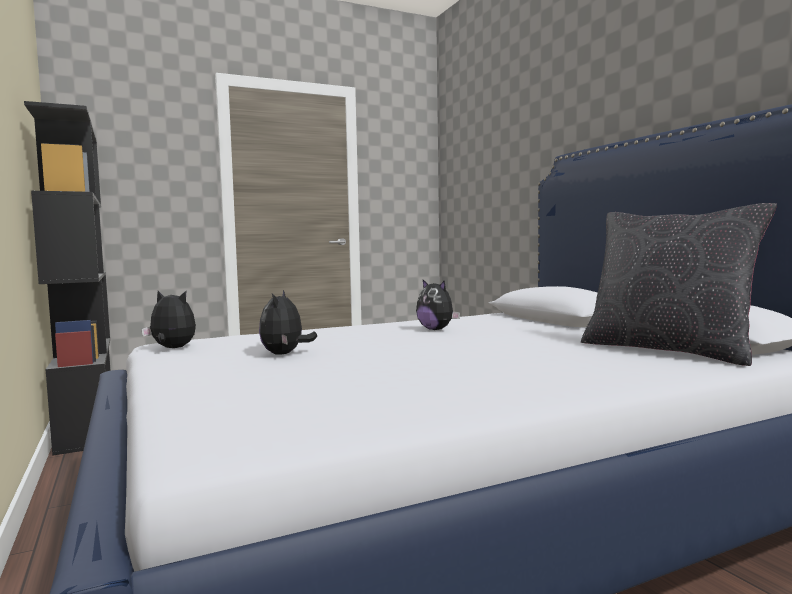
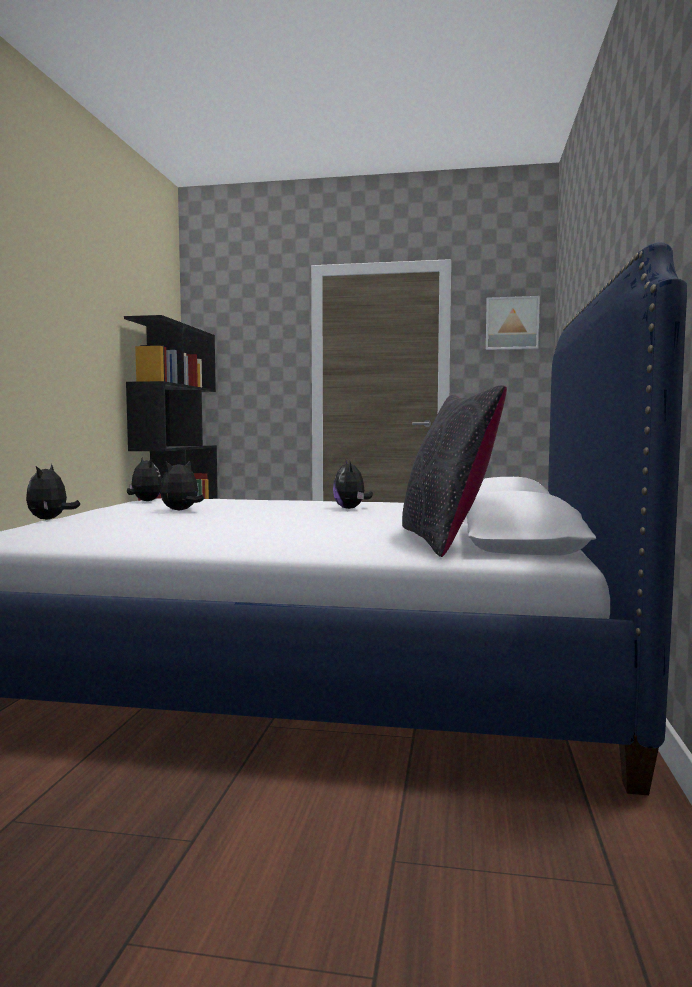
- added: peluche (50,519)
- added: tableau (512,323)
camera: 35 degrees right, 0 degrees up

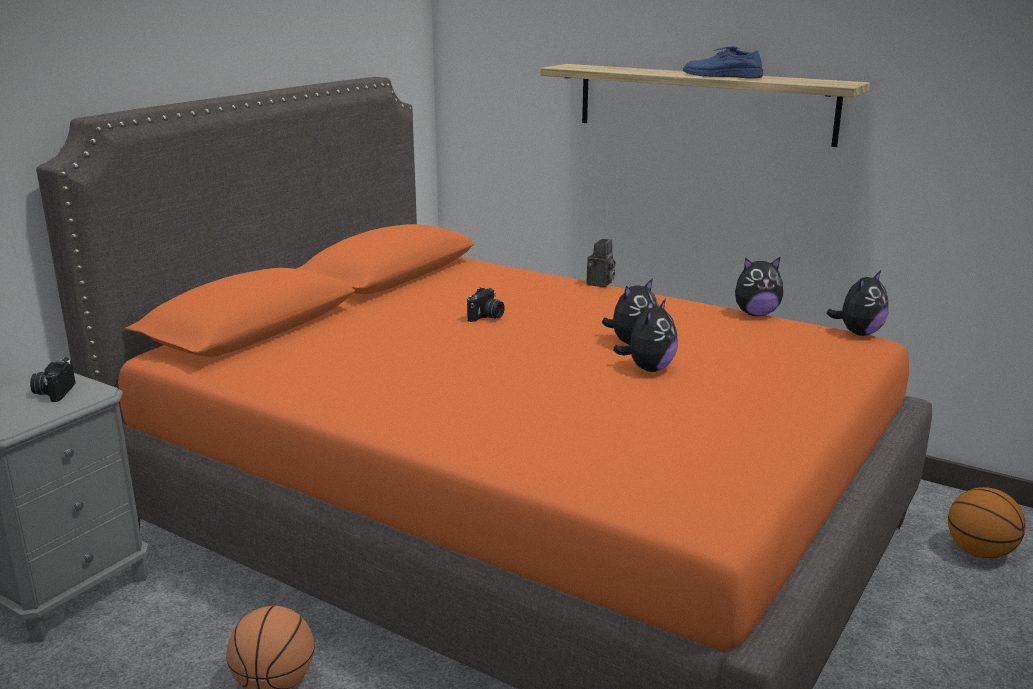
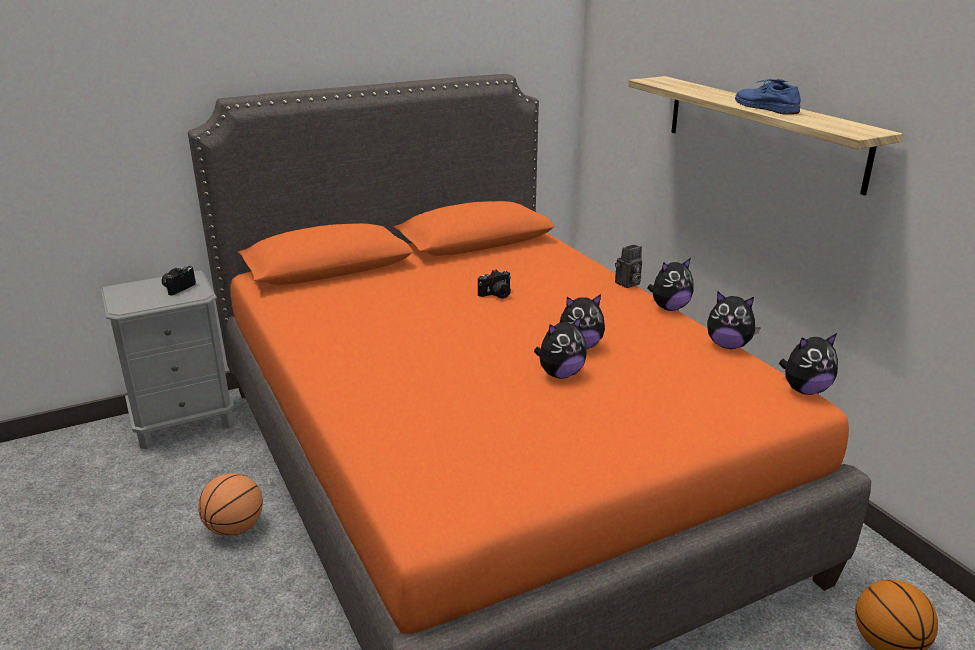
- added: peluche (669,308)
camera: 30 degrees right, 5 degrees up

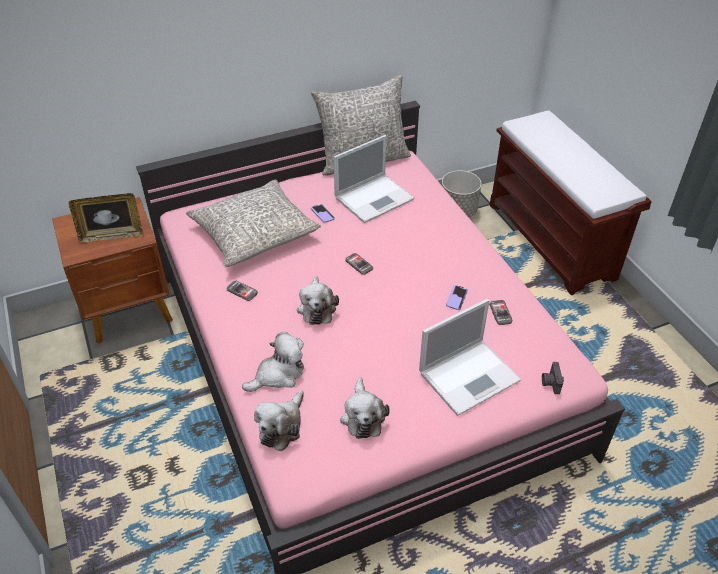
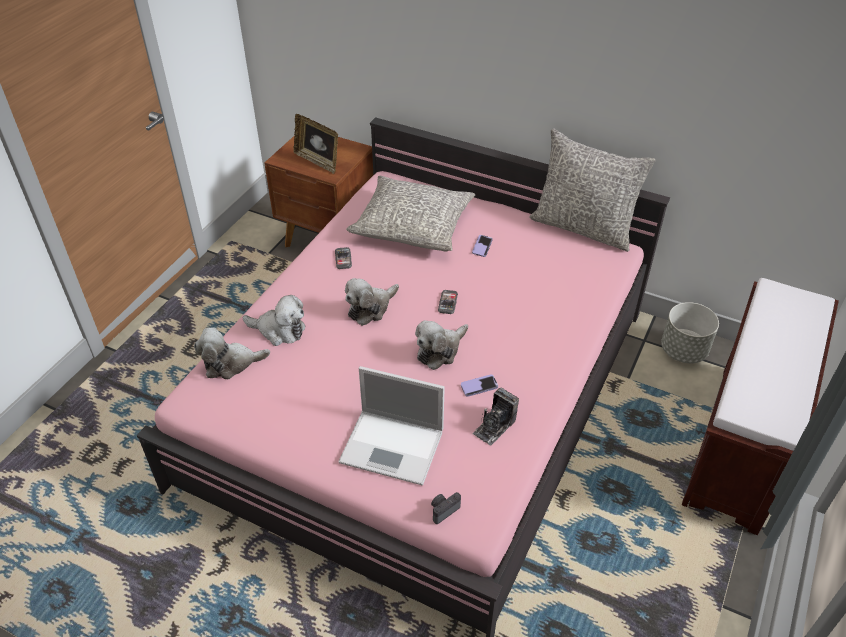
- removed: ordinateur portable (375,198)
- moved: peluche (362,416) to (440,350)
- replaced: téléphone (500,313) to appareil photo (494,427)
camera: 50 degrees right, 0 degrees up

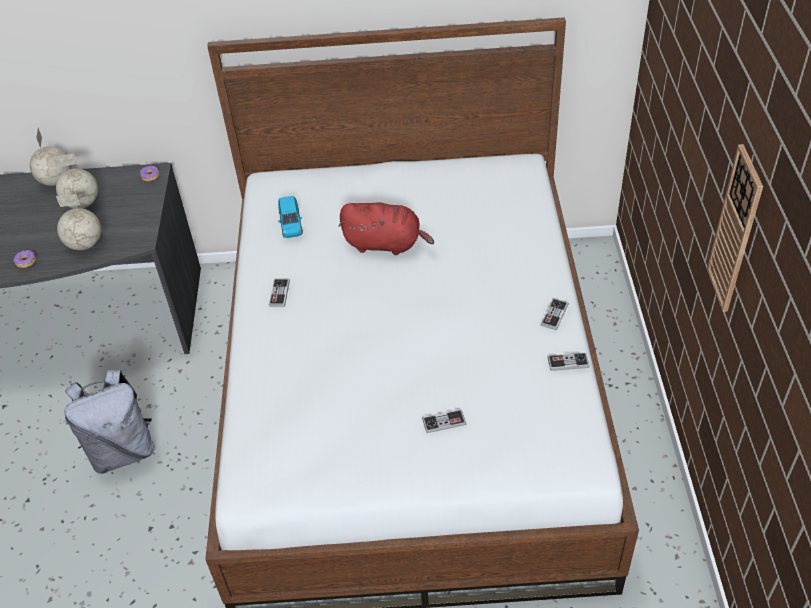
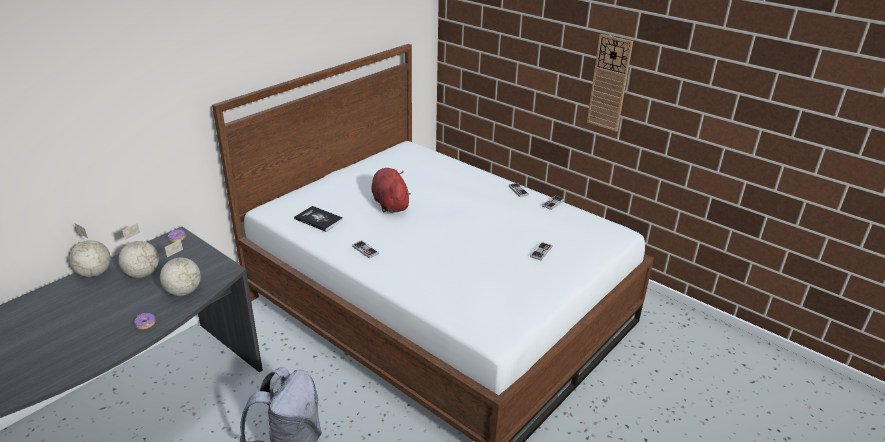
- replaced: petite voiture (bleu) (291,224) to livre (318,219)
- turned: peluche (rouge) (385,244) = (390,203) 75 degrees counterclockwise
camera: 50 degrees left, 15 degrees down

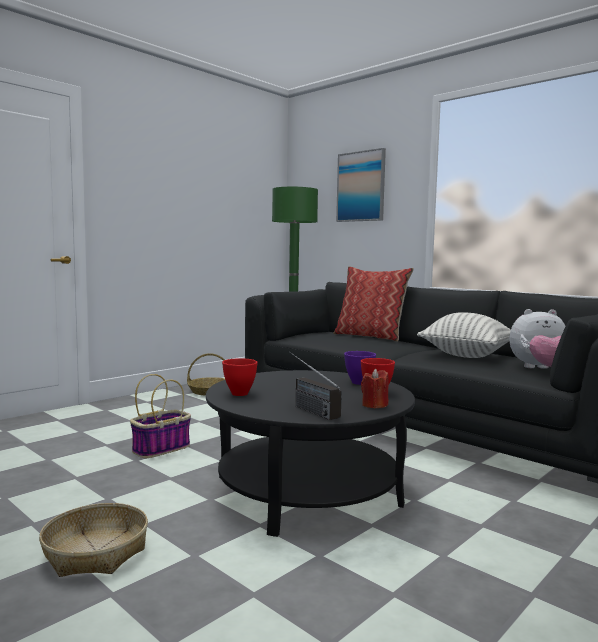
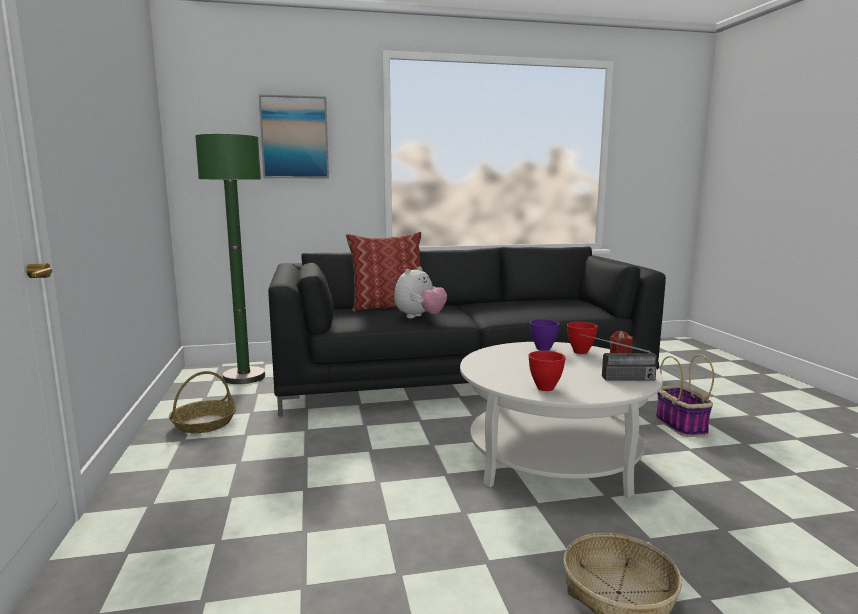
- moved: panier (161,448) to (680,425)
- recoloured: table basse (noir) (308,490) to table basse (blanc) (553,457)
- removed: coussin (467,355)
- moved: peluche (539,369) to (419,317)
camera: 55 degrees left, 5 degrees up

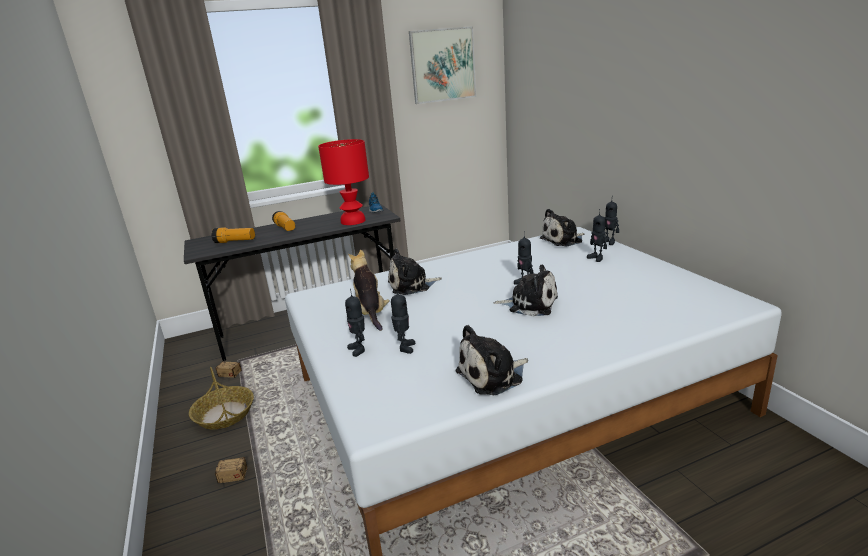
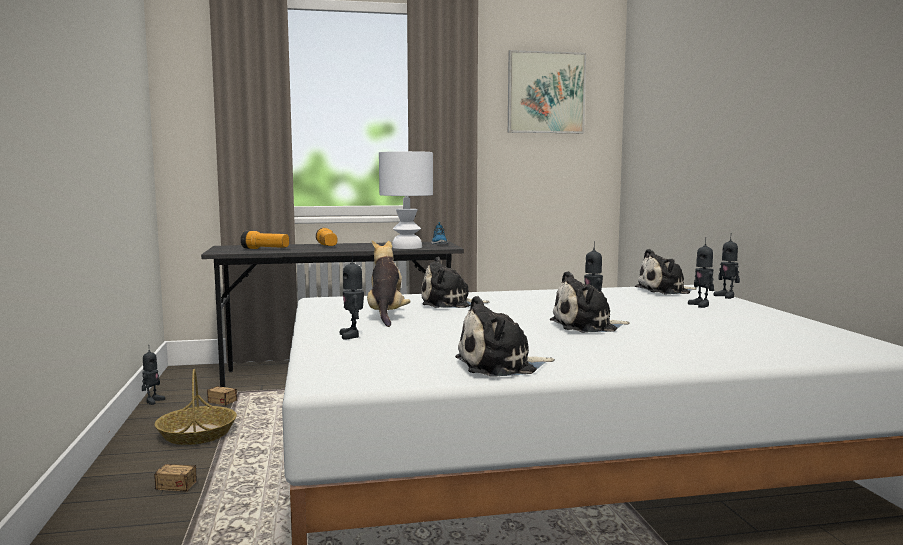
- recoloured: lampe de table (rouge) (352,221) to lampe de table (blanc) (406,247)
- moved: robot jouet (405,348) to (153,401)
- turned: peluche (530,304) = (587,326) 135 degrees clockwise
camera: 10 degrees right, 15 degrees down

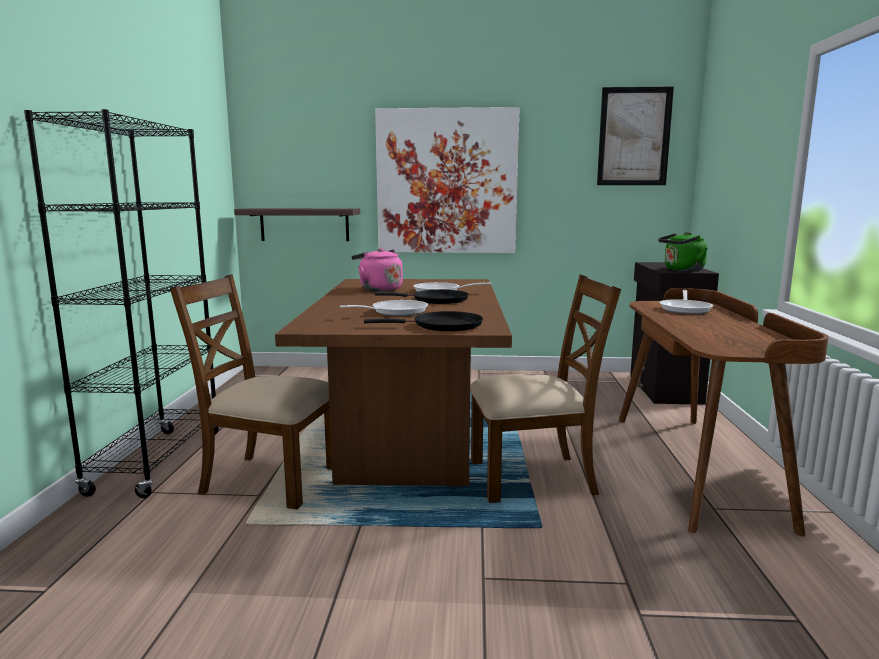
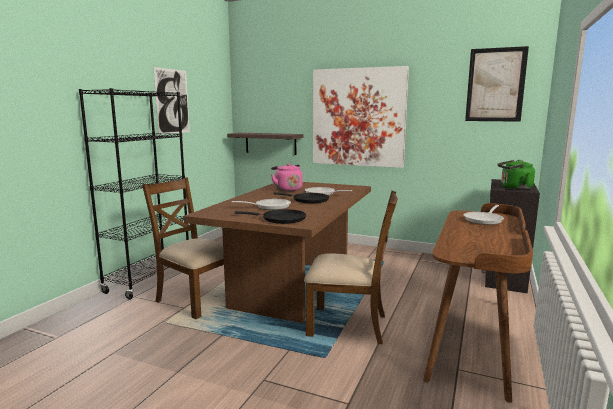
- added: tableau (172,101)
camera: 20 degrees right, 0 degrees up

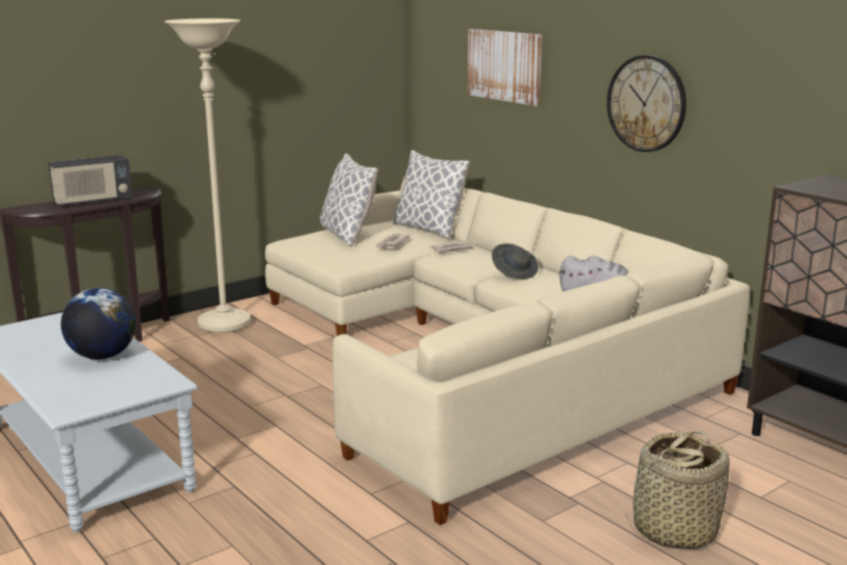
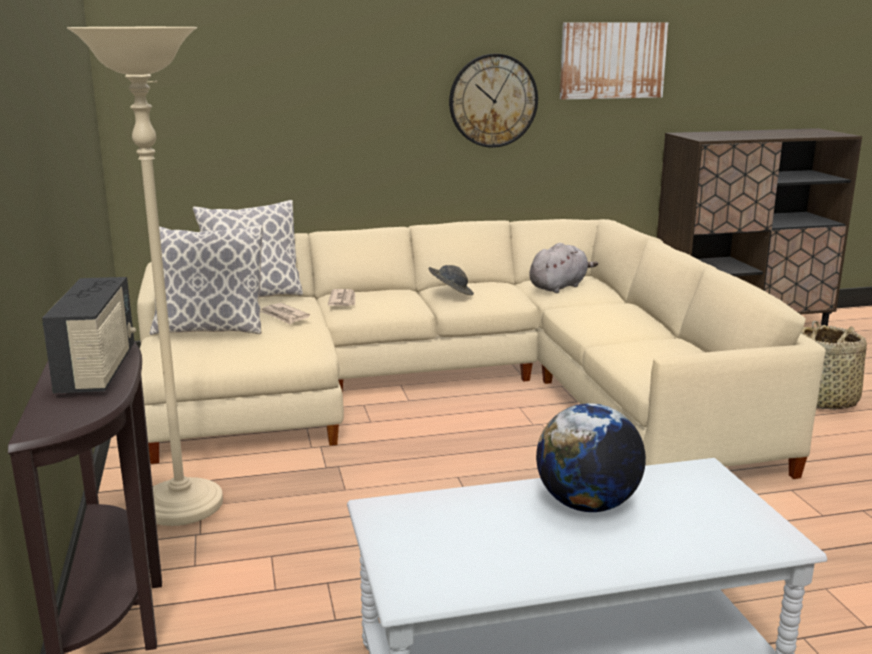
- moved: tableau (505,66) to (612,60)
camera: 65 degrees left, 0 degrees up

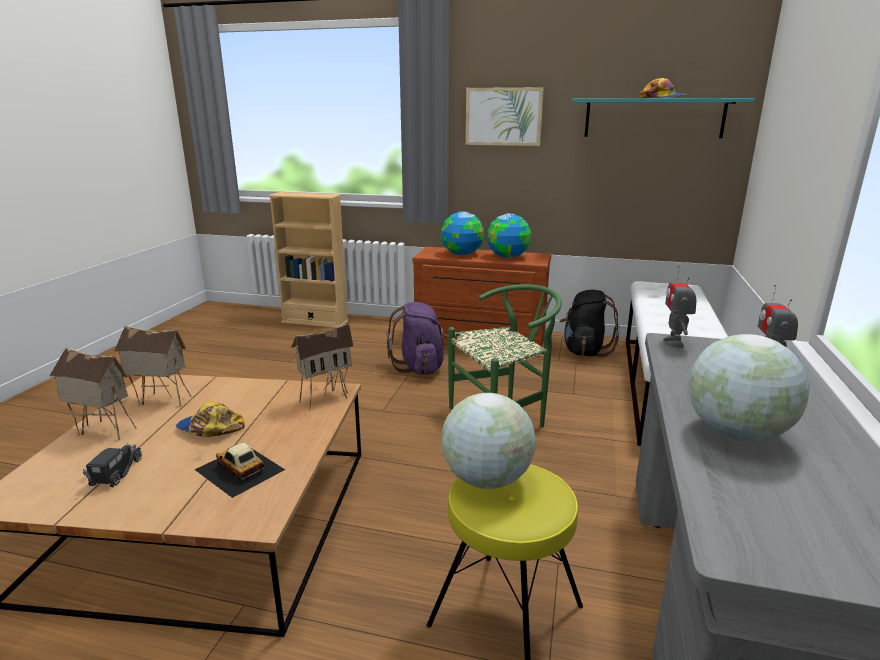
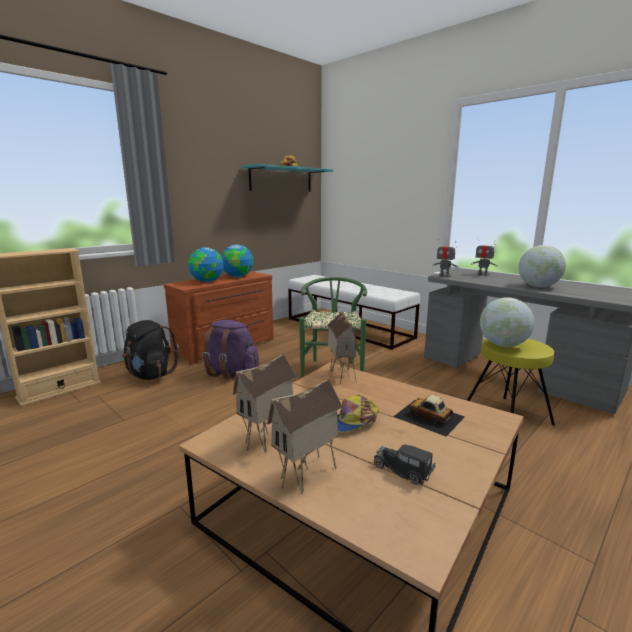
- turned: petite voiture (239,470) = (429,417) 60 degrees clockwise
- removed: tableau (503,116)
- moved: sac à dos (noir) (584,351) to (150,375)
camera: 60 degrees left, 5 degrees down

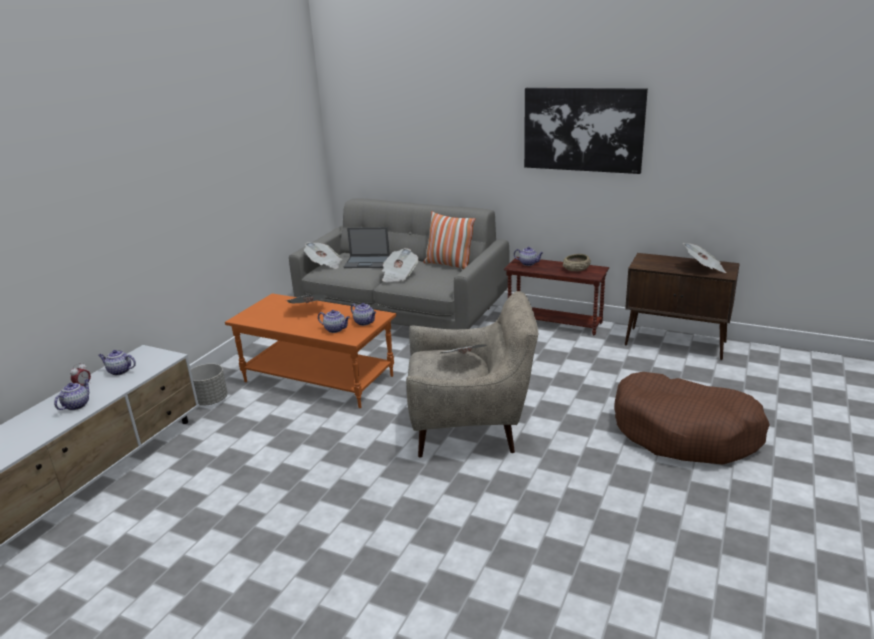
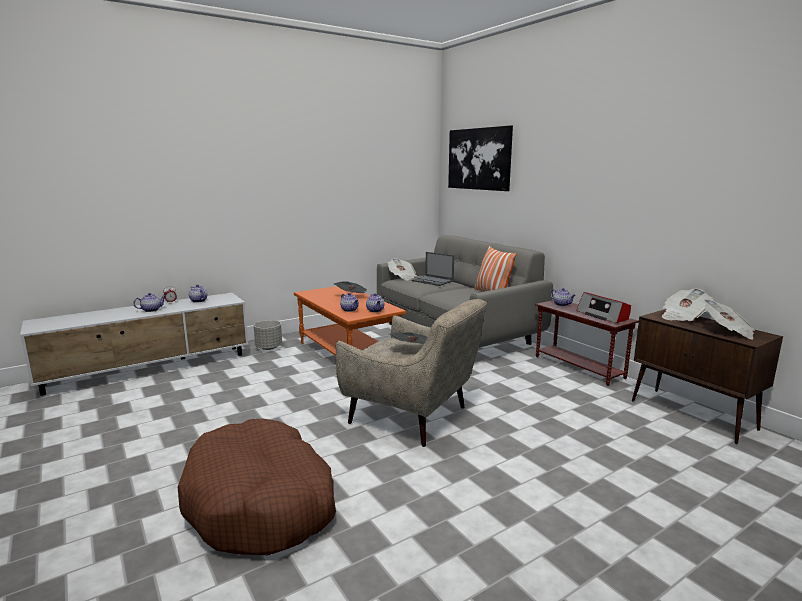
- moved: journal (399,276) to (683,317)
- moved: tableau (583,129) to (479,159)
- replaced: bol (beige) (576,268) to radio (603,315)
- moved: panier pour chien (marron) (685,432) to (261,502)
camera: 30 degrees right, 10 degrees down

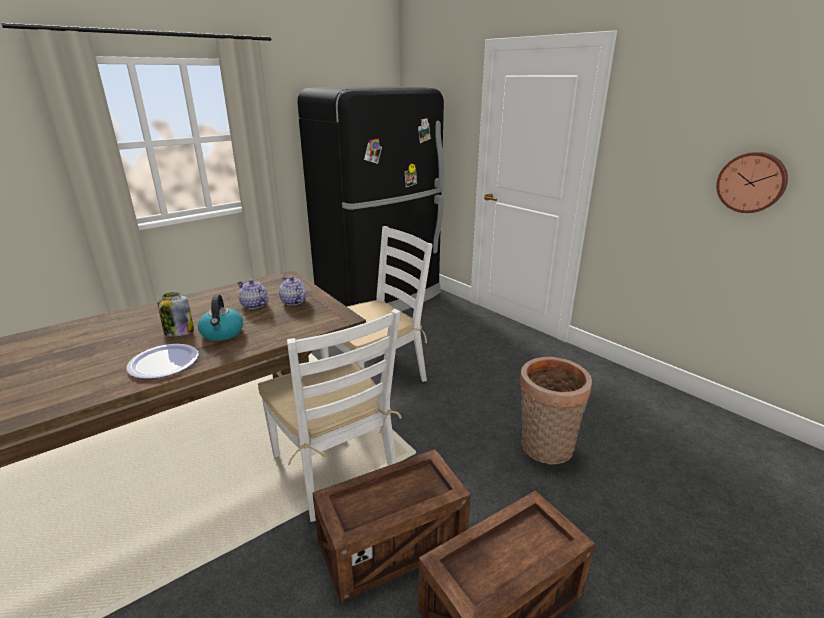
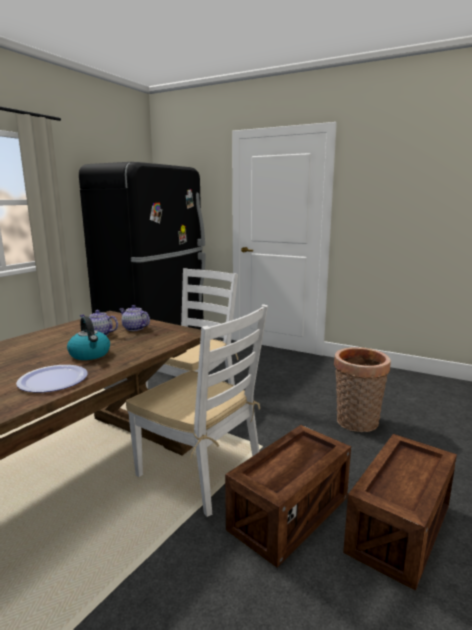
- removed: bocal (178,331)
- removed: horloge murale (751,182)
camera: 20 degrees left, 10 degrees down

